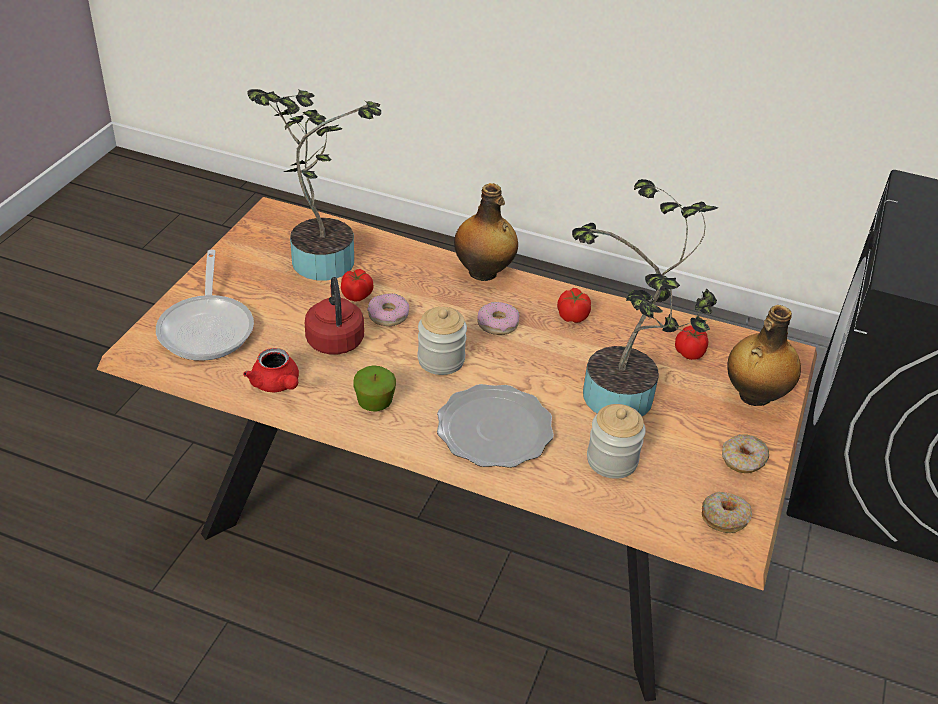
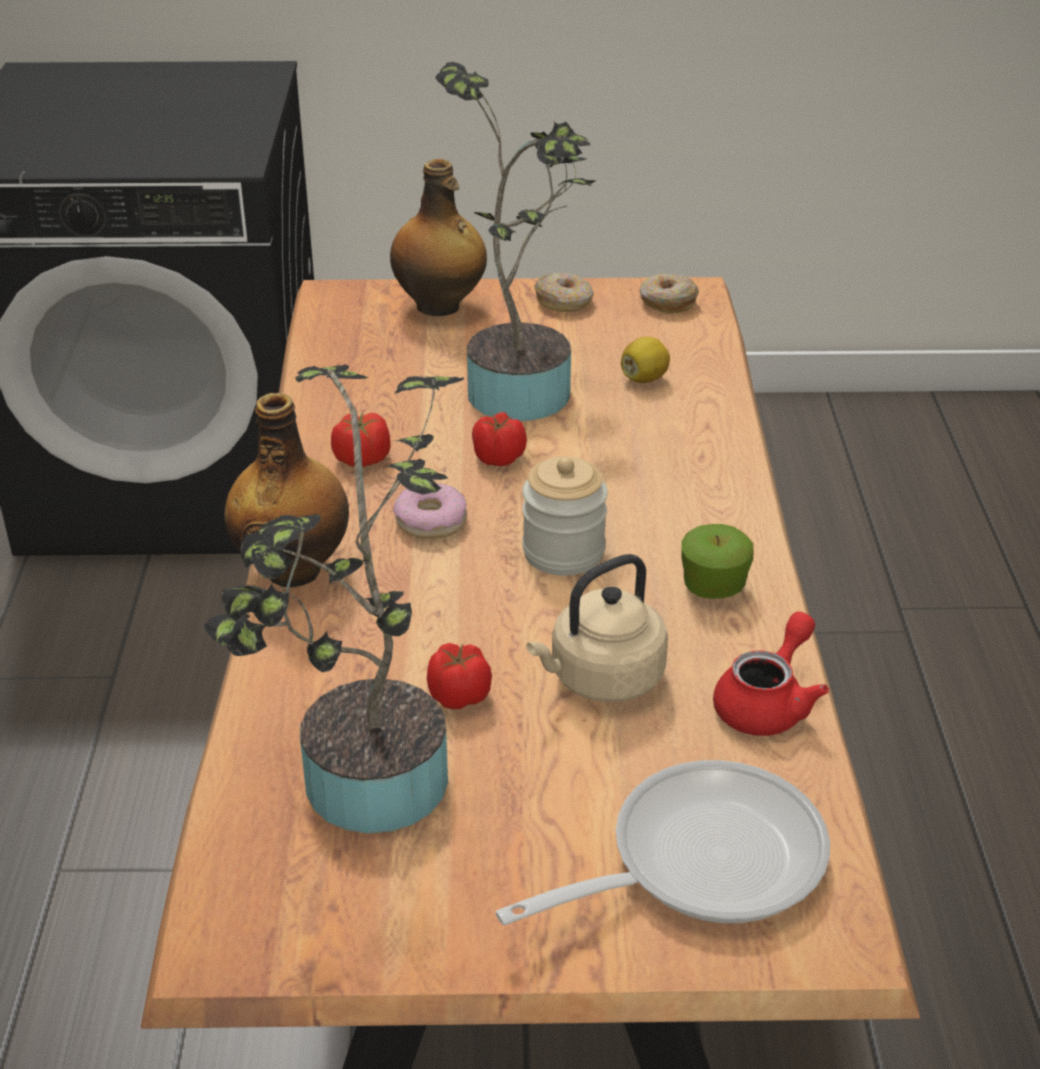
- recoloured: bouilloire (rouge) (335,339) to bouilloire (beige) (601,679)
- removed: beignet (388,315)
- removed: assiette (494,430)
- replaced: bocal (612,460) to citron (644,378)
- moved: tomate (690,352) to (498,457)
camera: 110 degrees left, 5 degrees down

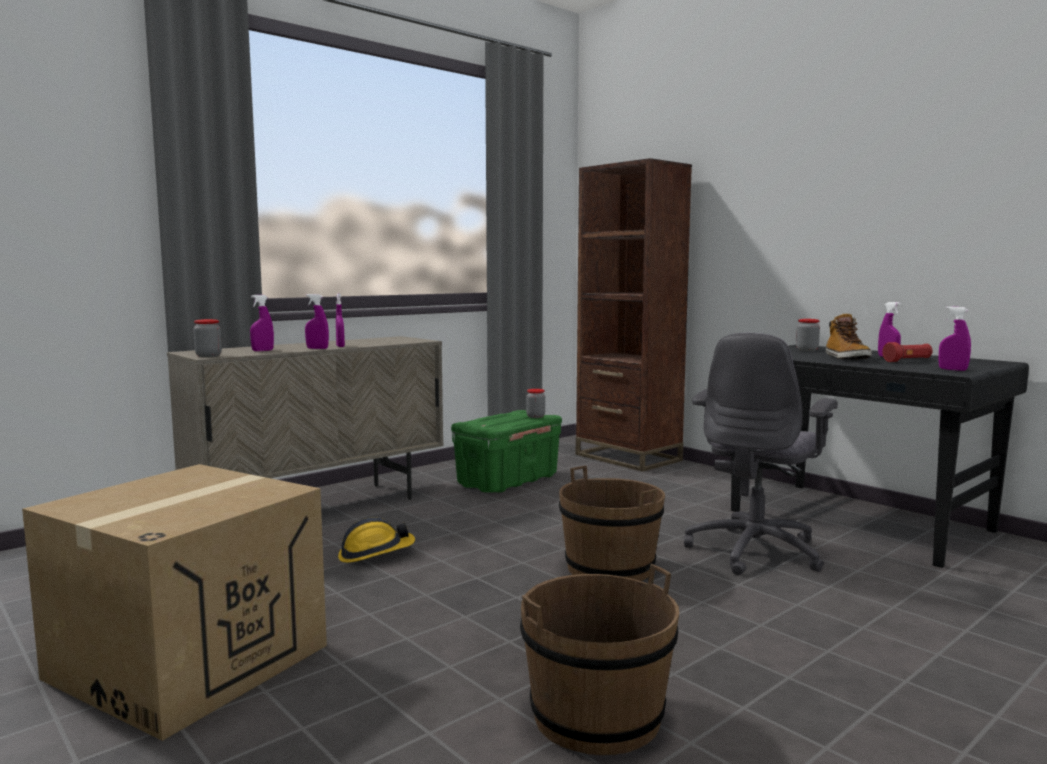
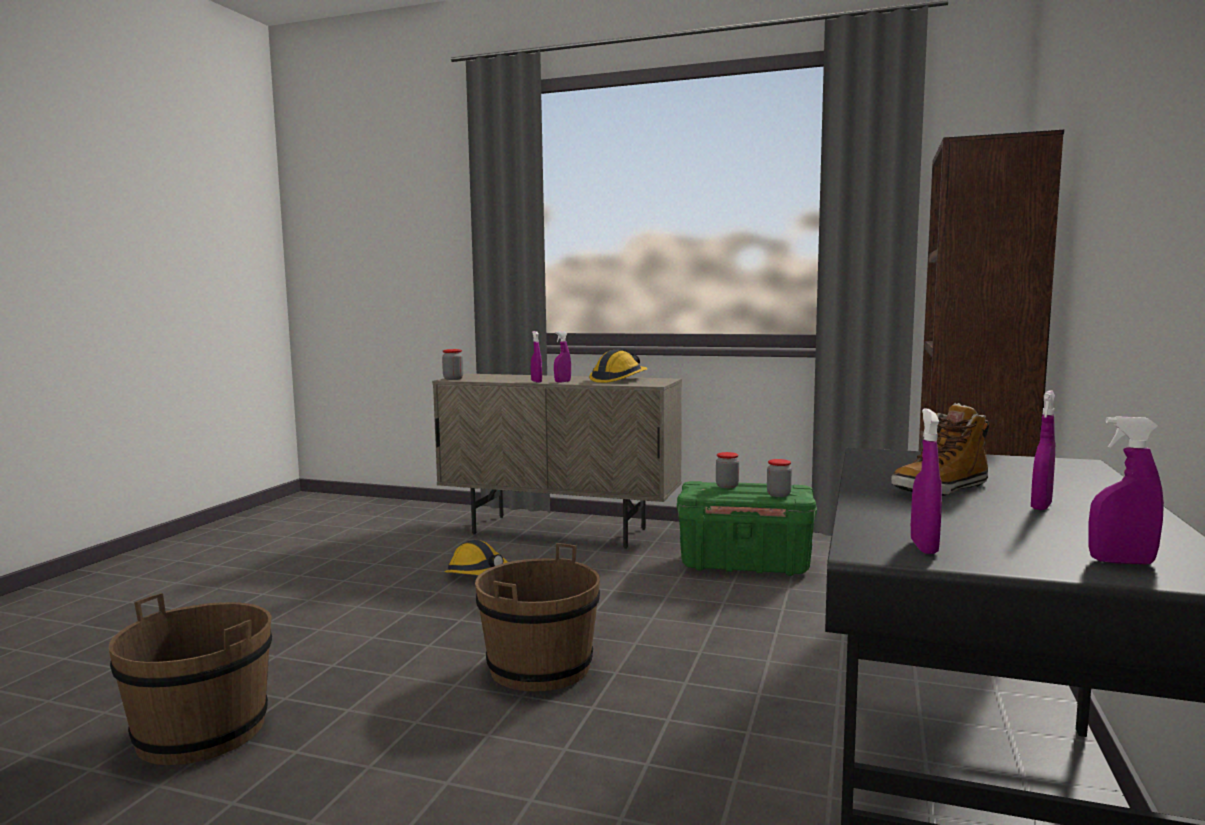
- removed: carton (189,661)
- moved: vaporisateur (violet) (262,350) to (1121,562)
- removed: chaise de bureau (gris) (756,551)
- moved: bocal (807,350) to (727,486)
- removed: lampe de poche (rouge) (907,361)
- added: casque de chantier (618,379)
camera: 60 degrees right, 0 degrees up

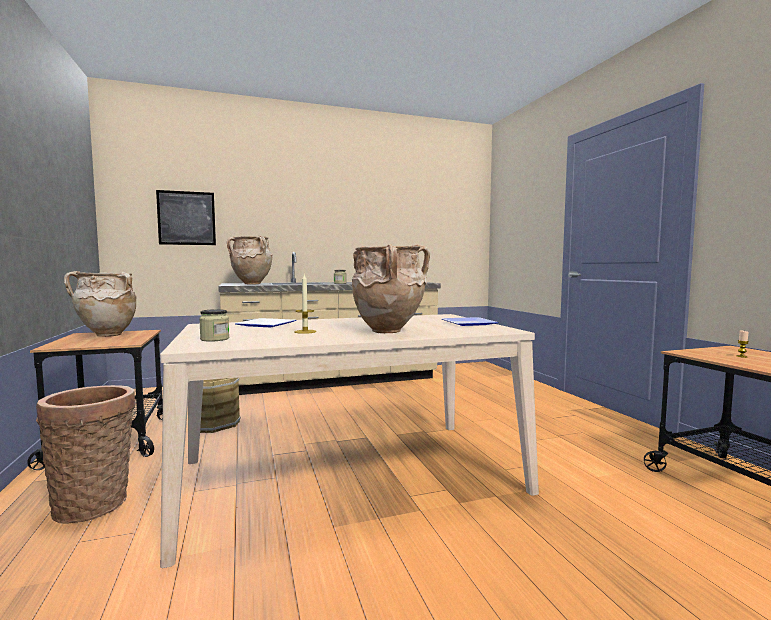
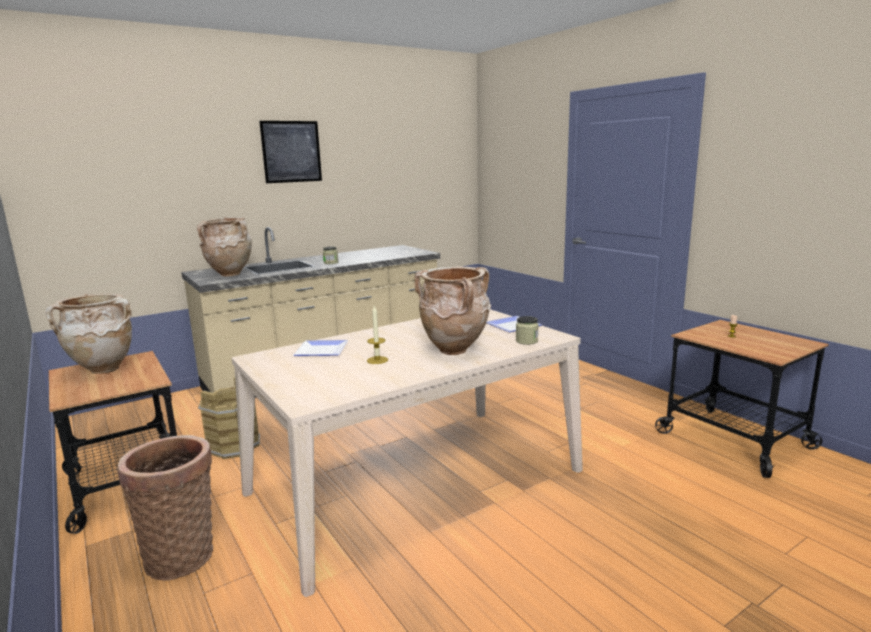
- moved: tableau (186,218) to (291,151)
- moved: bocal (214,339) to (526,341)
camera: 15 degrees left, 10 degrees up

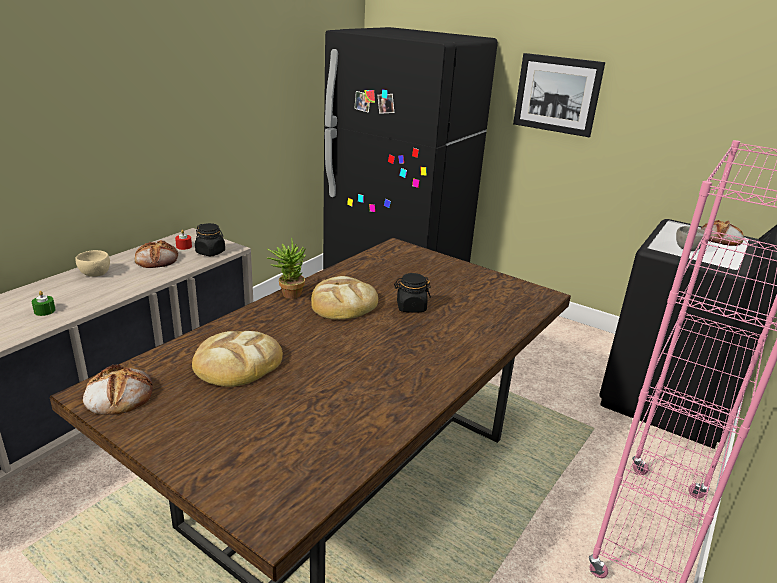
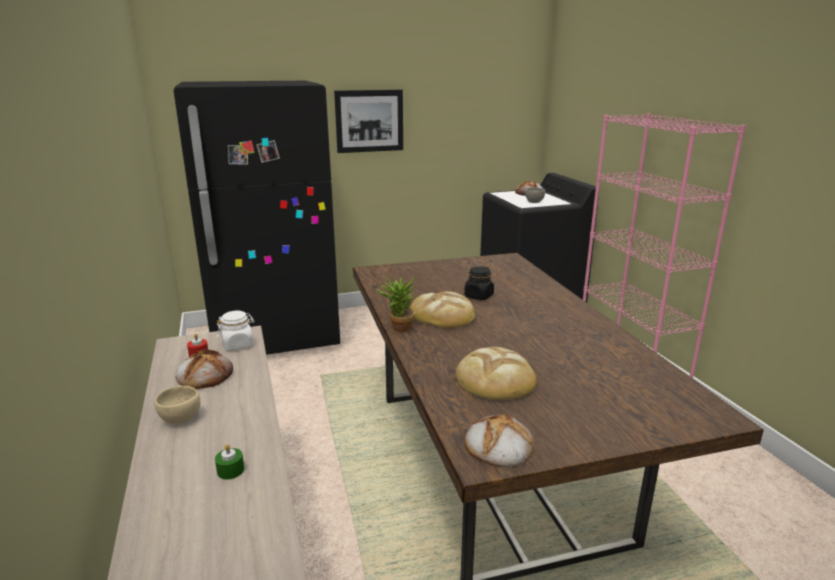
- recoloured: bocal (noir) (210,252) to bocal (blanc) (238,344)
camera: 50 degrees left, 5 degrees down

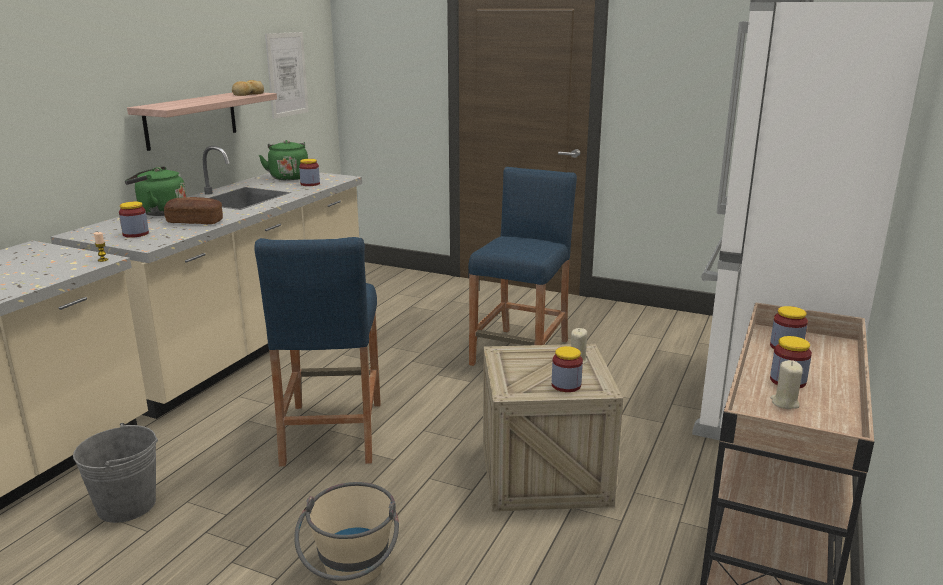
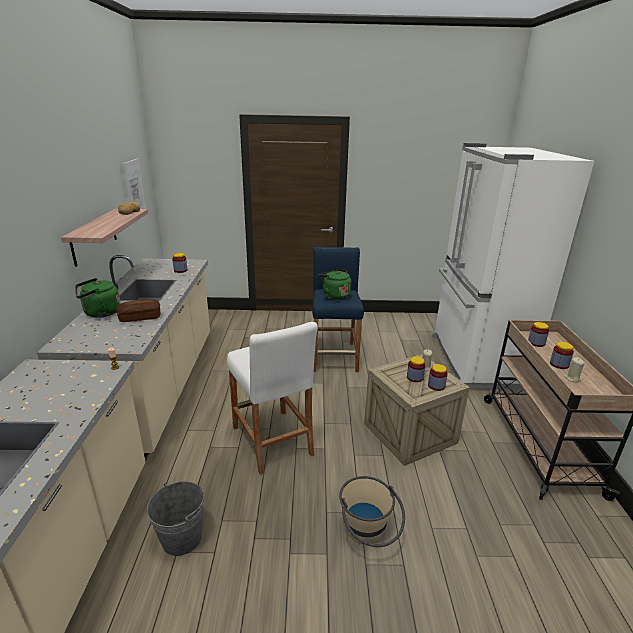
- moved: bocal (135,234) to (415,377)
- recoloured: tabouret (bleu) (331,433) to tabouret (blanc) (272,440)
- moved: bouilloire (vert) (288,177) to (335,295)
camera: 25 degrees left, 5 degrees up

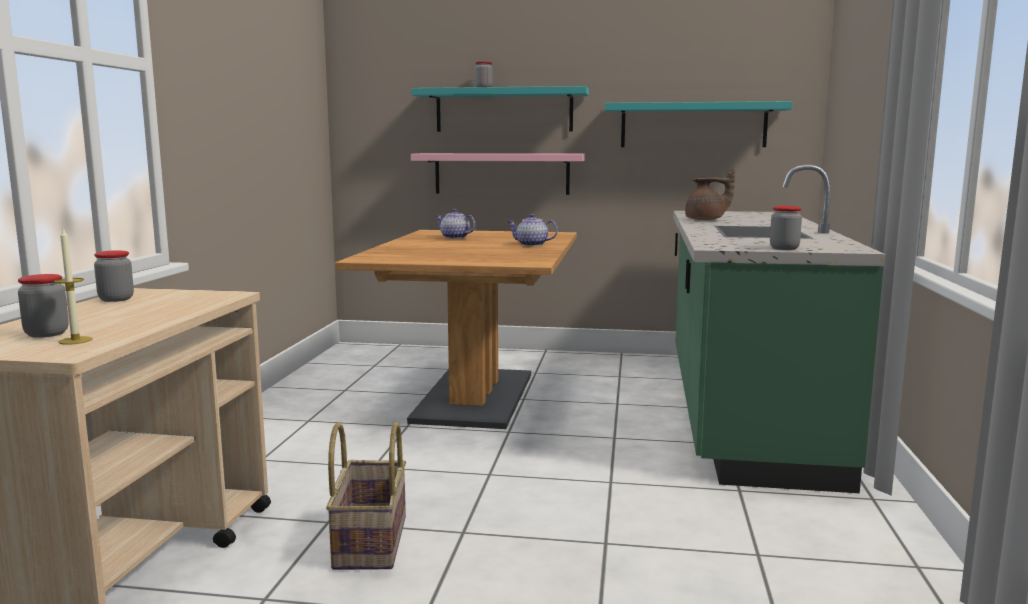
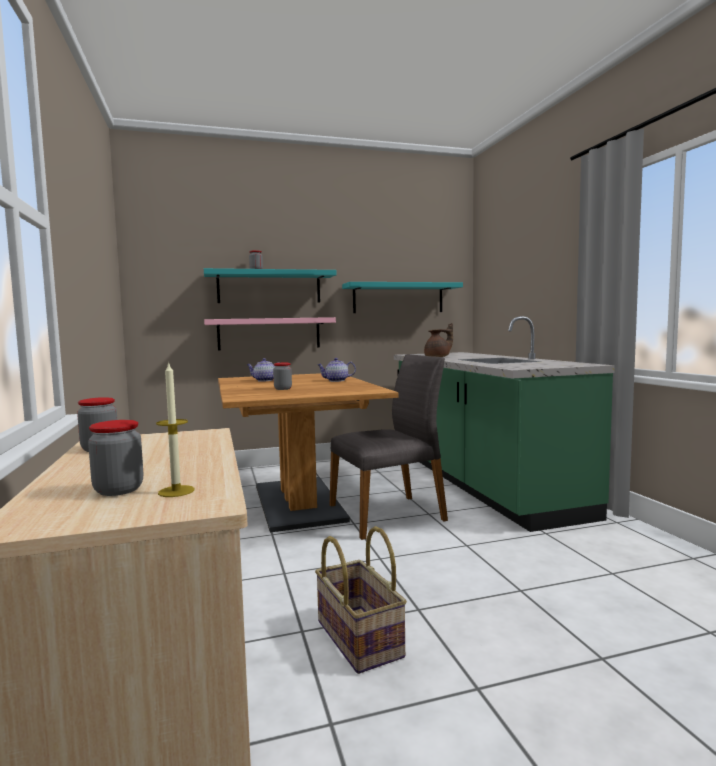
- moved: bocal (784,248) to (283,389)
- added: chaise (gris) (389,515)
camera: 25 degrees left, 5 degrees down

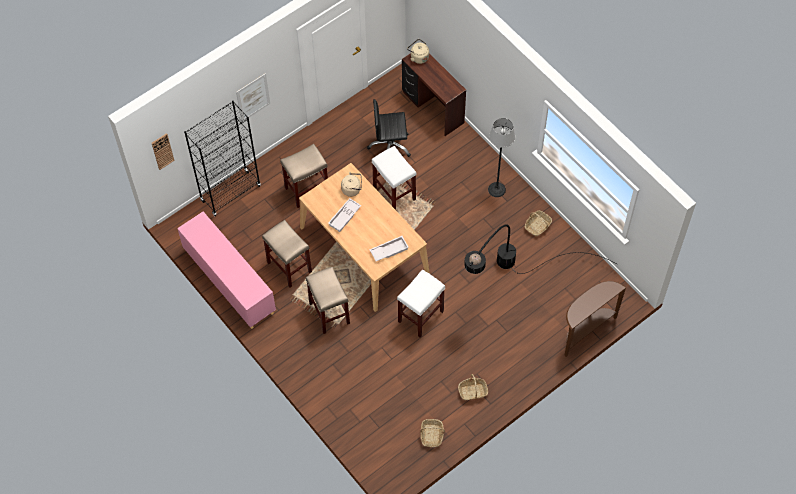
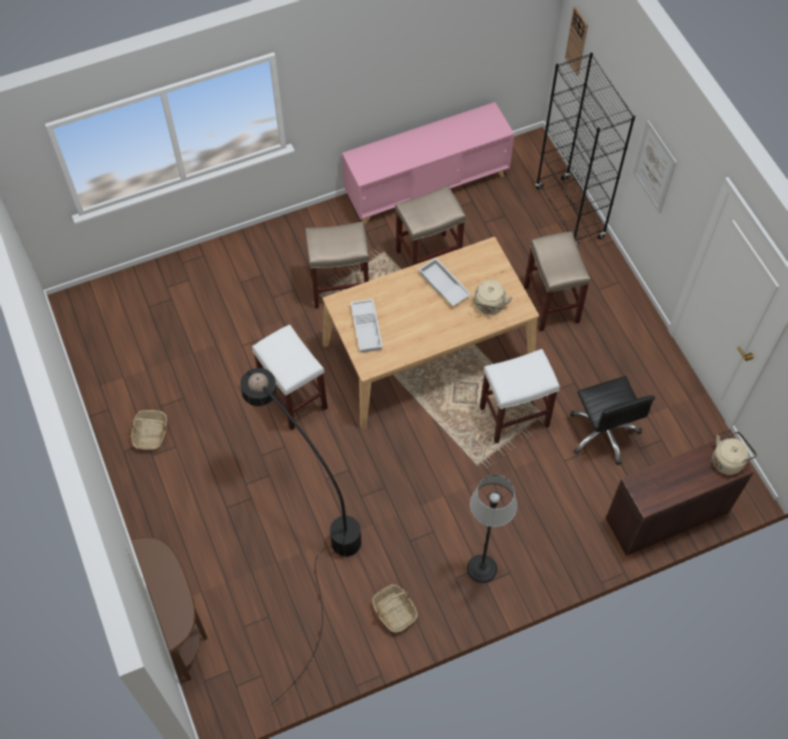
- turned: chaise de bureau (noir) (390,146) = (603,432) 150 degrees clockwise
- removed: panier (431,435)
camera: 105 degrees right, 0 degrees up

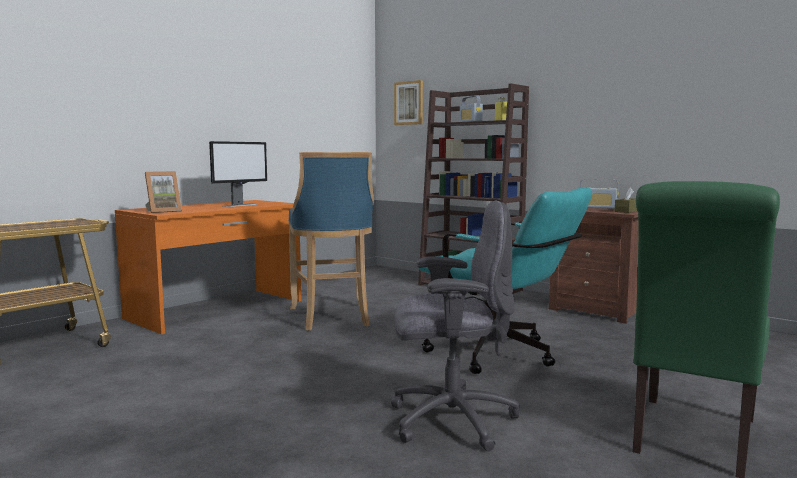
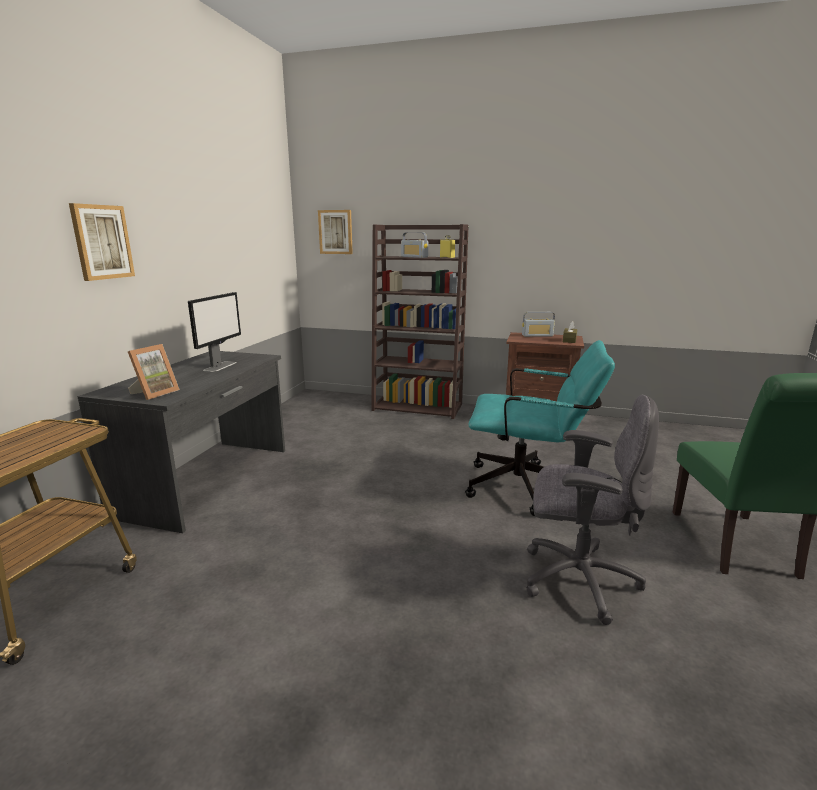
- recoloured: bureau (orange) (217,309) to bureau (gris) (208,480)
- removed: tabouret (bleu) (332,318)
- turned: chaise de bureau (gris) (450,420) = (577,579) 45 degrees clockwise
- added: tableau (102,242)
camera: 25 degrees left, 10 degrees up

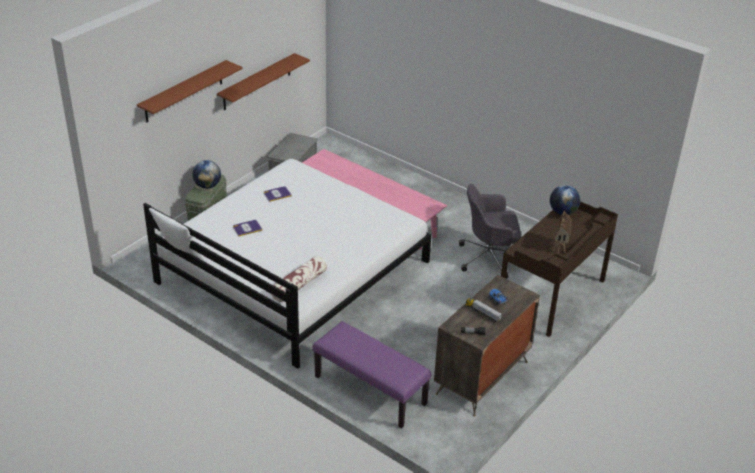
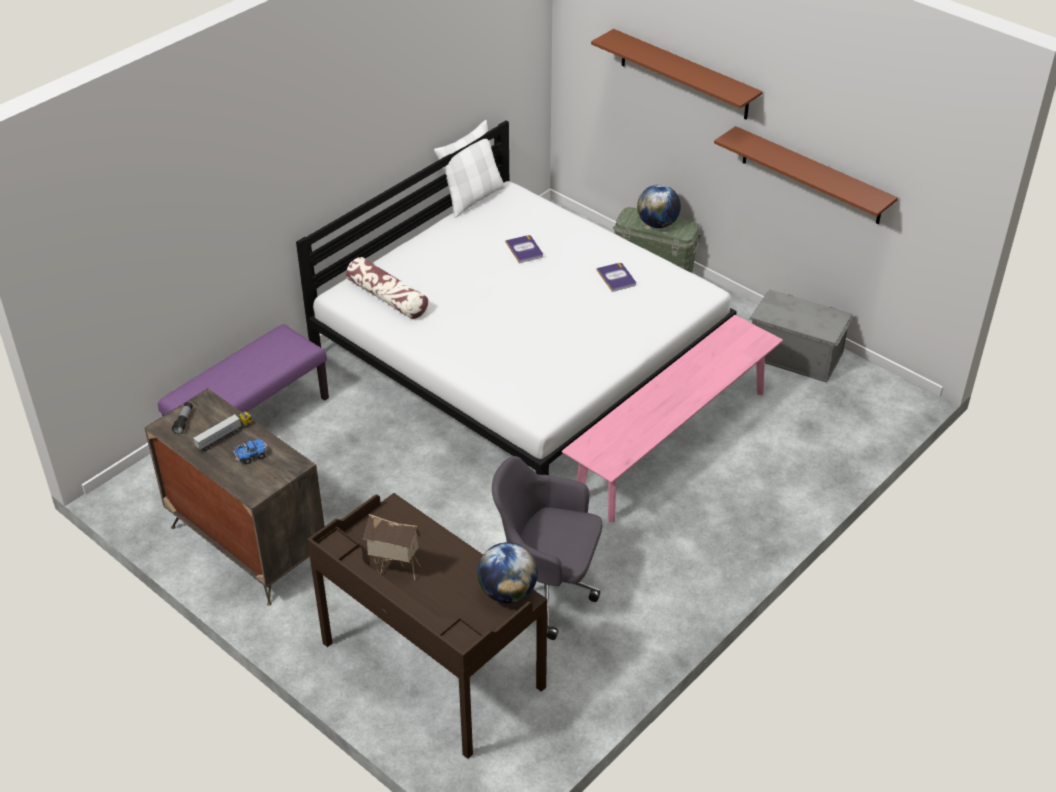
- turned: chaise de bureau (gris) (489,258) = (546,589) 75 degrees counterclockwise
camera: 95 degrees right, 5 degrees up

